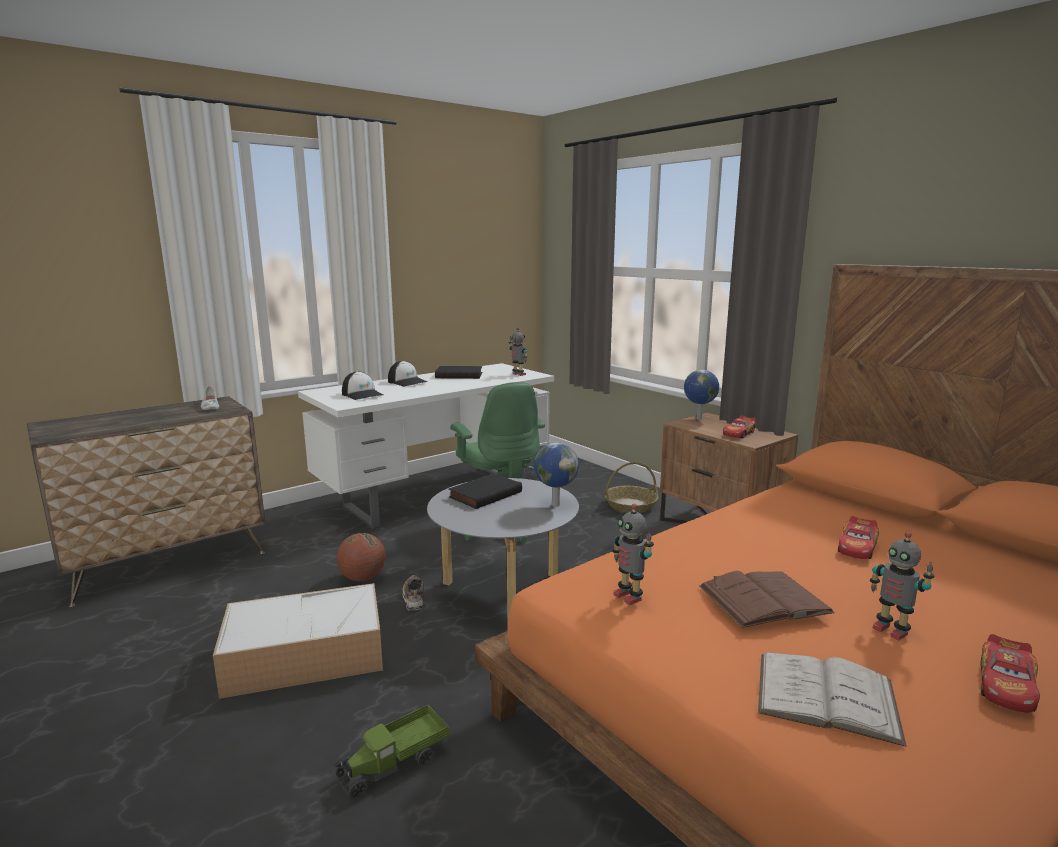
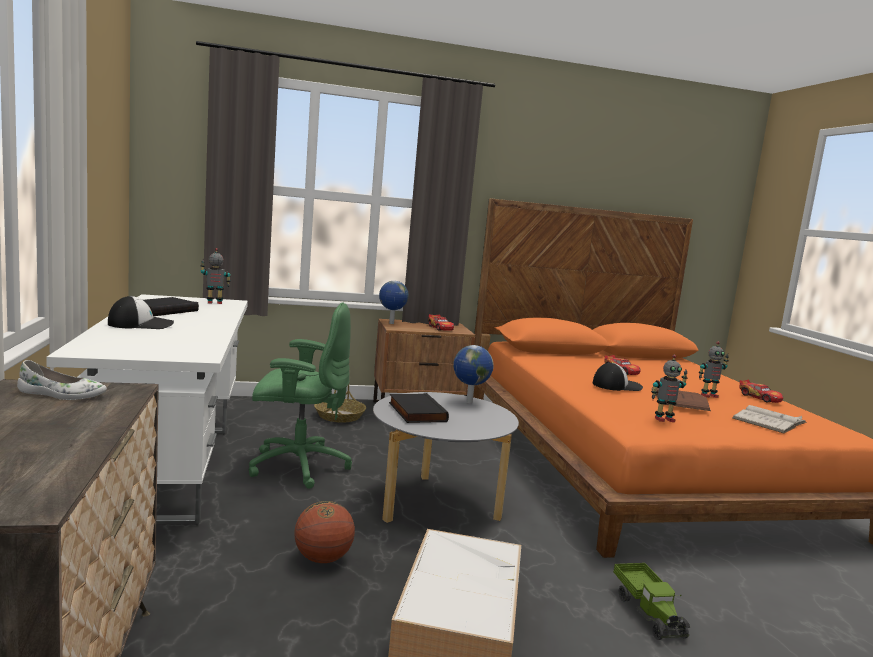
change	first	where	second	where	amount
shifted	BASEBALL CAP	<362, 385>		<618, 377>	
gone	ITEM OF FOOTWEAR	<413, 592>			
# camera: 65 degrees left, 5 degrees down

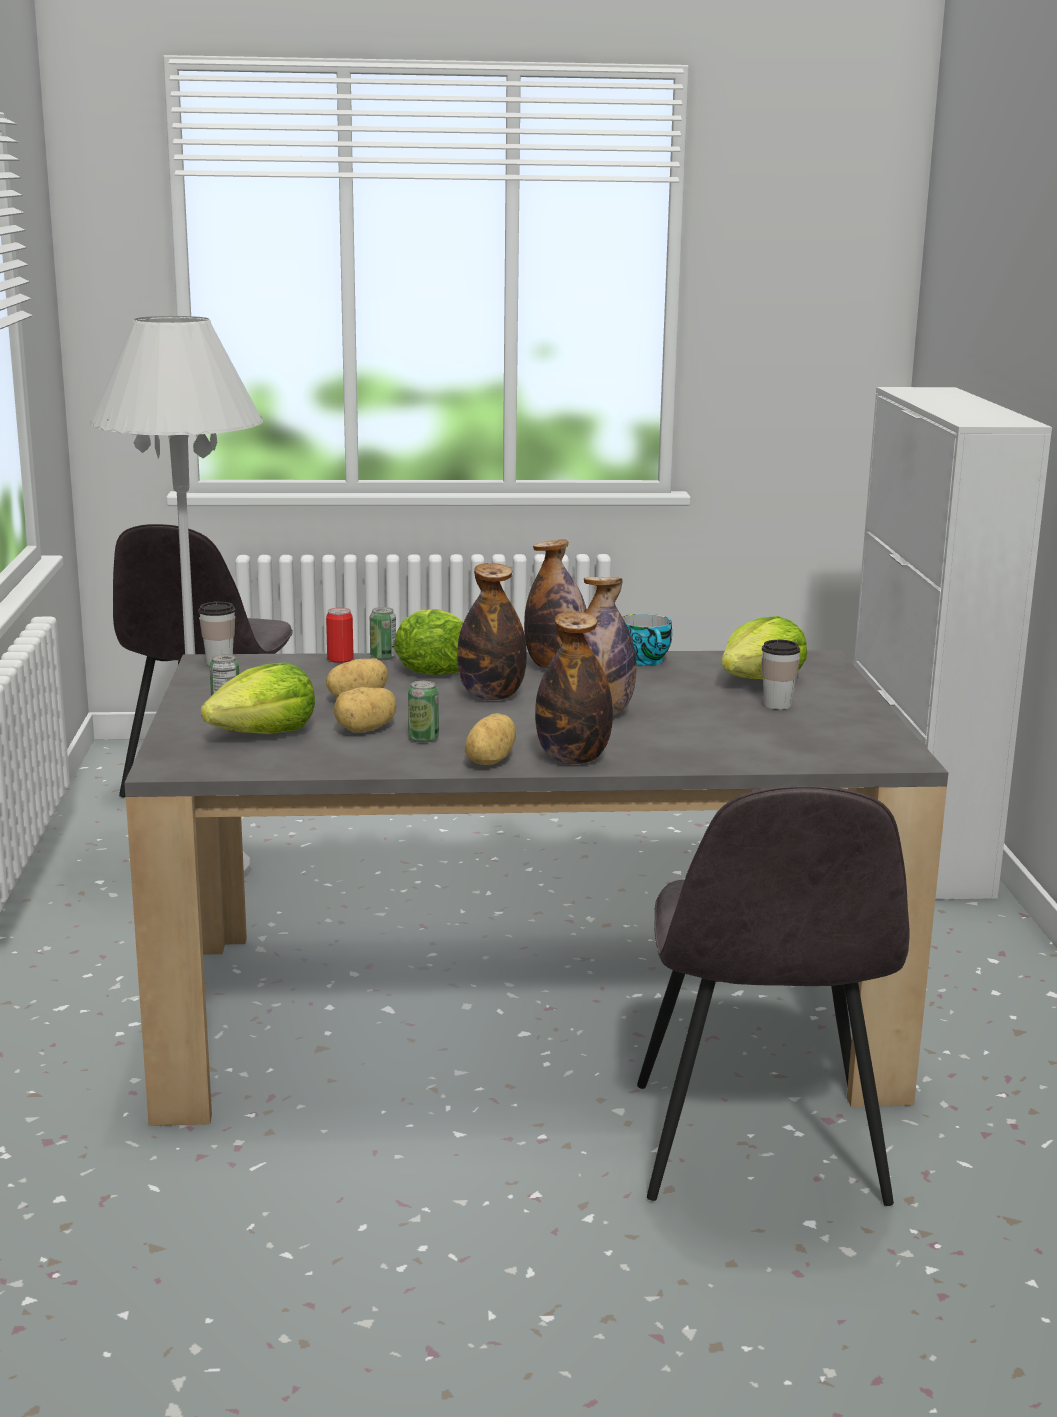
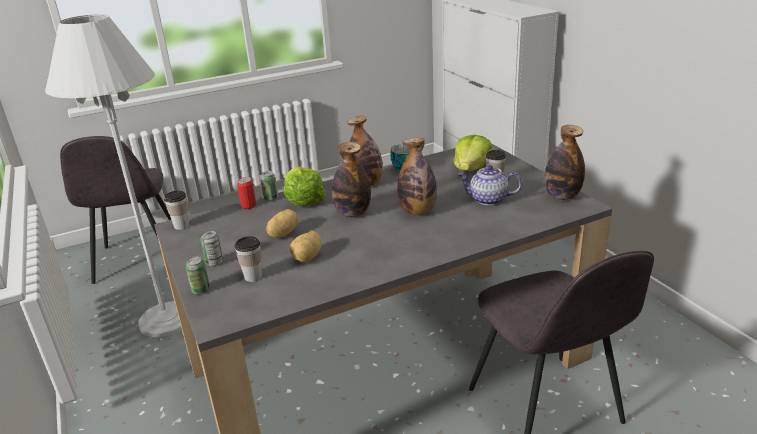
change	first	where	second	where	amount
shifted	DRINK BOTTLE	<574, 687>		<564, 162>	
swapped	LETTUCE	<258, 698>	SMALL CUP	<248, 259>	
shifted	CAN	<423, 712>		<197, 275>	
gone	POTATO	<490, 739>			
new			TEAPOT	<489, 185>	
# camera: 20 degrees left, 10 degrees up

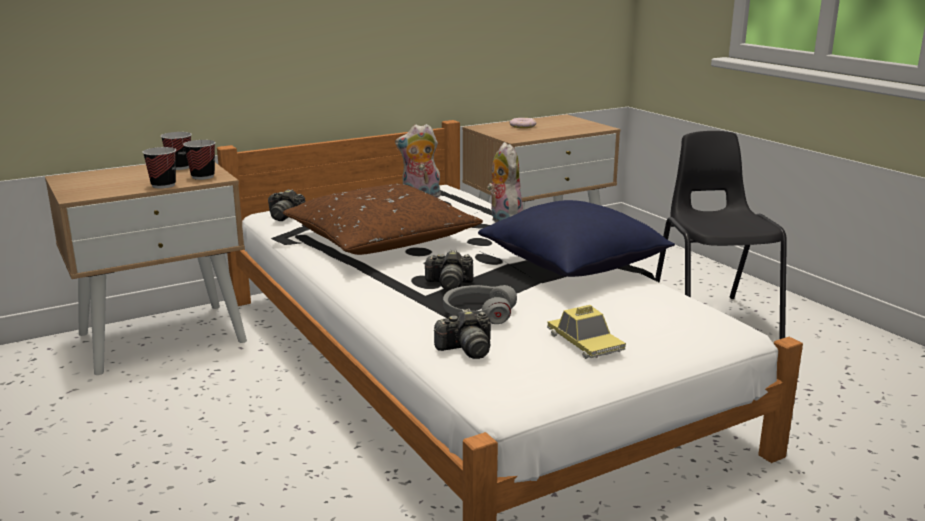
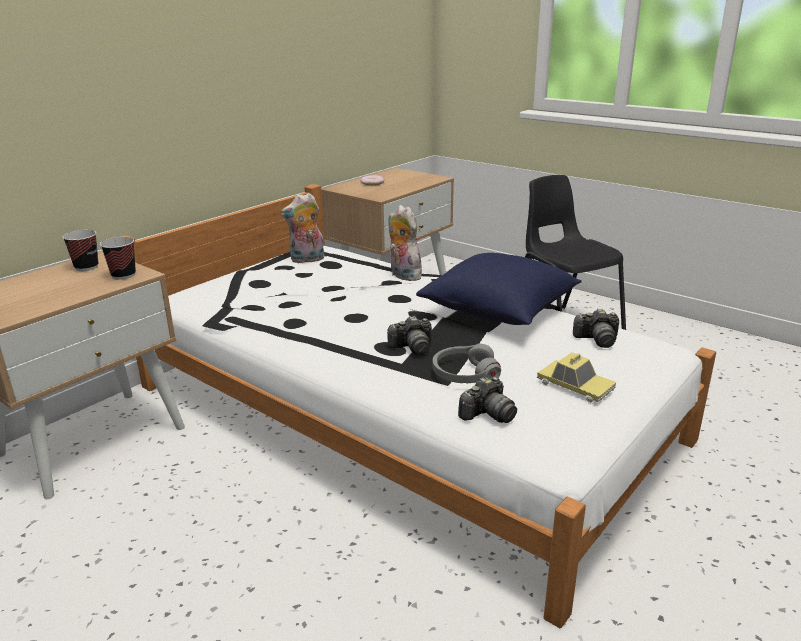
change	first	where	second	where	amount
gone	SMALL CUP	<159, 168>			
gone	BROWN-COLOURED CUSHION	<383, 219>			
shifted	STILL CAMERA	<287, 205>		<596, 328>	
# camera: 20 degrees left, 5 degrees up

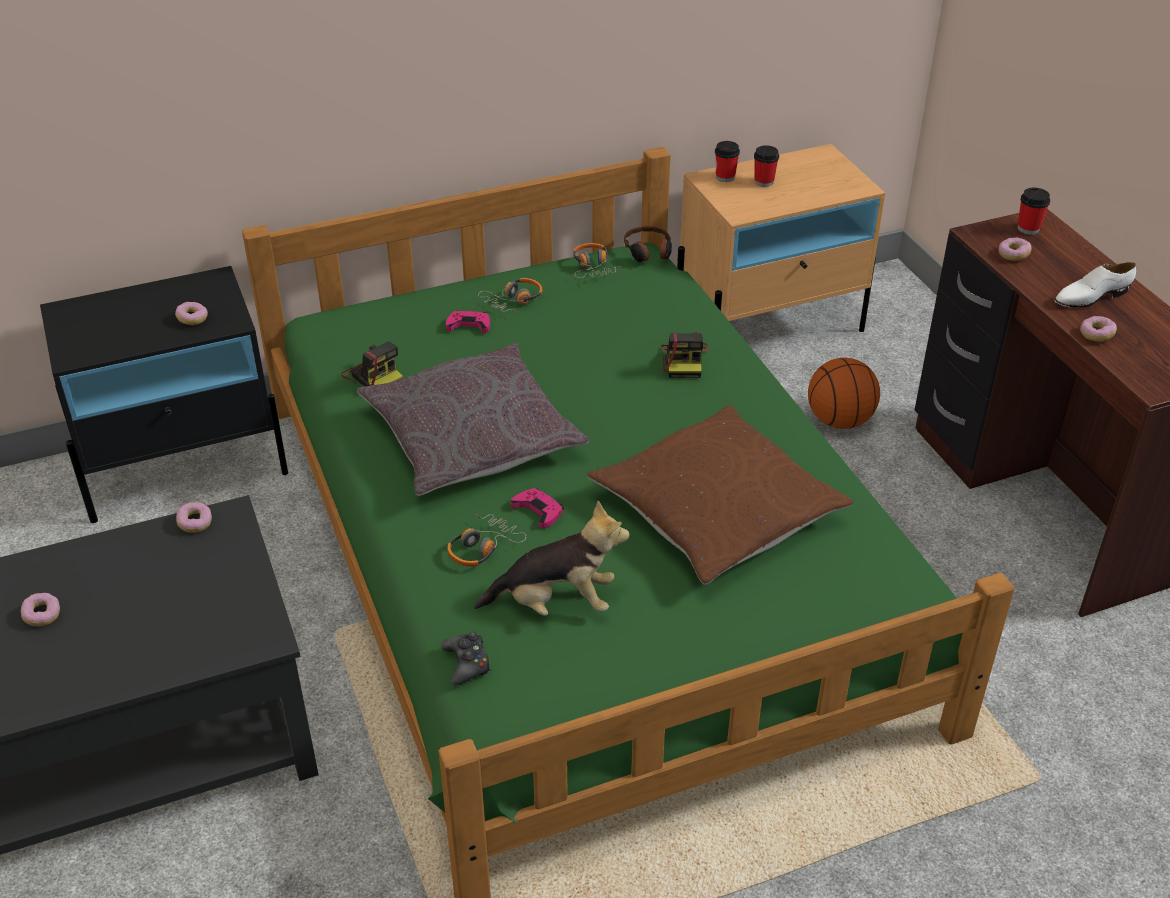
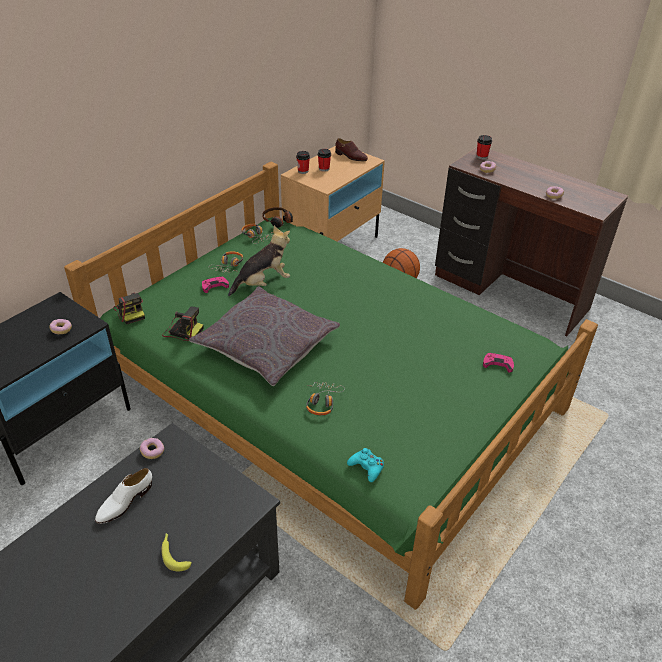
change	first	where	second	where	amount
shifted	WHITE-COLOURED ITEM OF FOOTWEAR	<1095, 285>		<123, 496>	
shifted	STILL CAMERA	<684, 355>		<129, 308>	
gone	BROWN-COLOURED CUSHION	<720, 495>			
shifted	PINK-COLOURED GAMEPAD	<537, 508>		<498, 362>	
shifted	PLUSH TOY	<552, 558>		<259, 261>	
gone	DONUT	<40, 610>			
repainted	BLACK-COLOURED GAMEPAD	<466, 658>	TURQUOISE-COLOURED GAMEPAD	<365, 465>	
new			BROWN-COLOURED ITEM OF FOOTWEAR	<351, 149>	
new			BANANA FRUIT	<176, 552>	
# camera: 30 degrees left, 0 degrees up

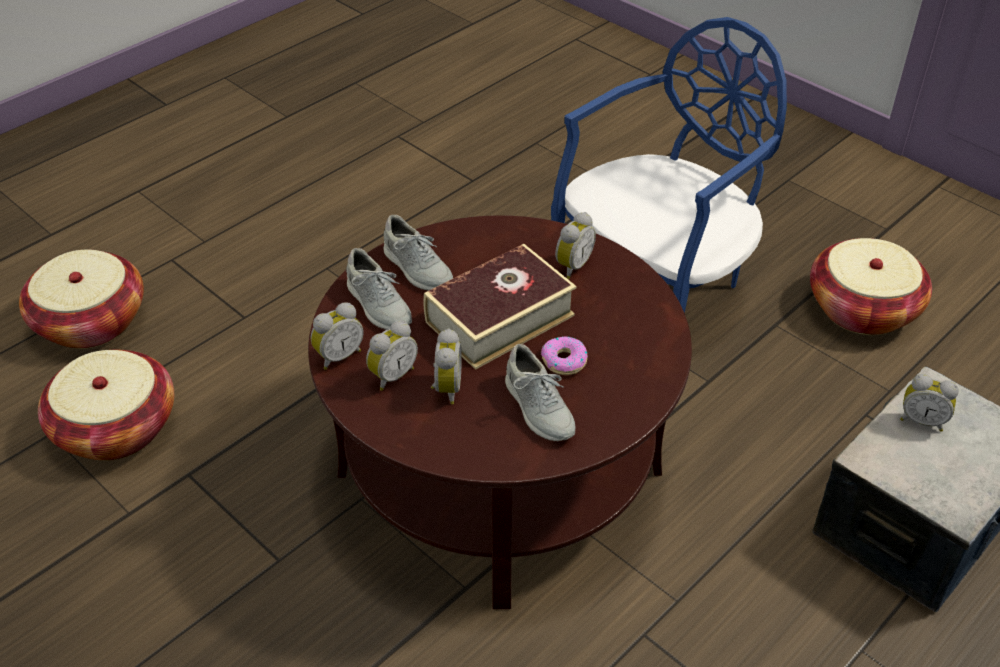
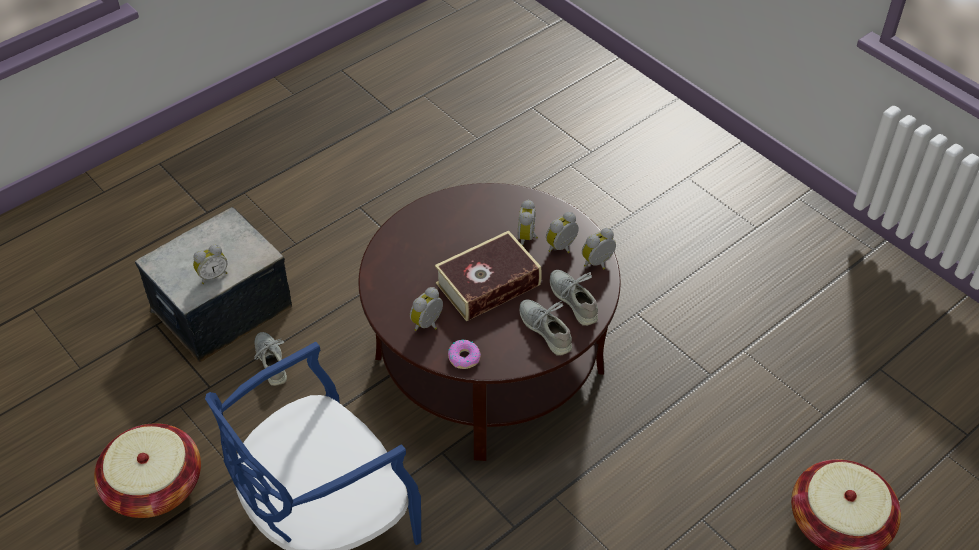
change	first	where	second	where	amount
shifted	DONUT	<564, 355>		<464, 354>	
shifted	GREY ITEM OF FOOTWEAR	<540, 392>		<270, 359>	
gone	HOUSEHOLD BASKET	<106, 405>			
rotated	ALARM CLOCK	<929, 403>		<210, 264>	120 degrees clockwise
# camera: 175 degrees left, 5 degrees up

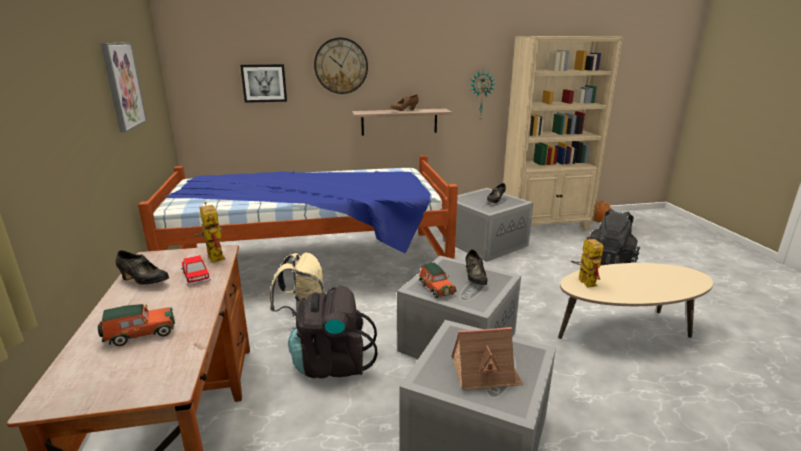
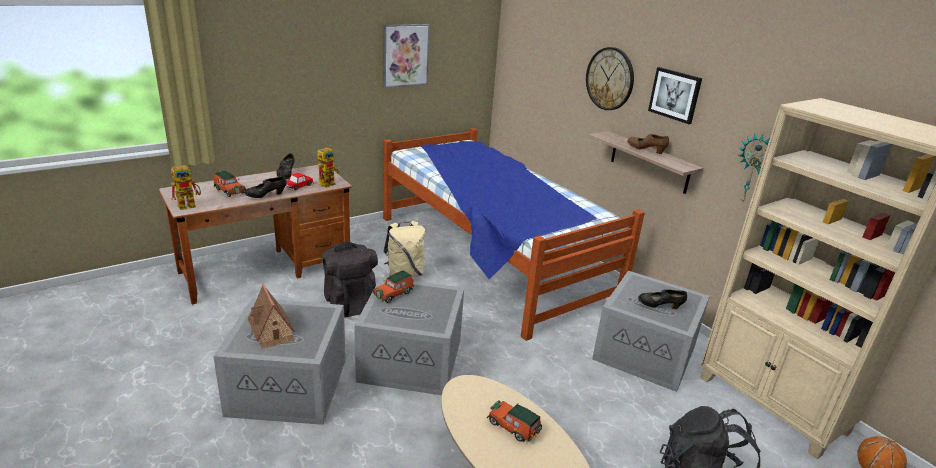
change	first	where	second	where	amount
shifted	WALL ART	<263, 83>		<675, 95>	
shifted	ROBOT FIGURE	<587, 262>		<186, 187>	
shifted	BLACK-COLOURED ITEM OF FOOTWEAR	<476, 267>		<266, 187>	
new			MODEL CAR	<514, 421>	
# camera: 65 degrees right, 5 degrees up

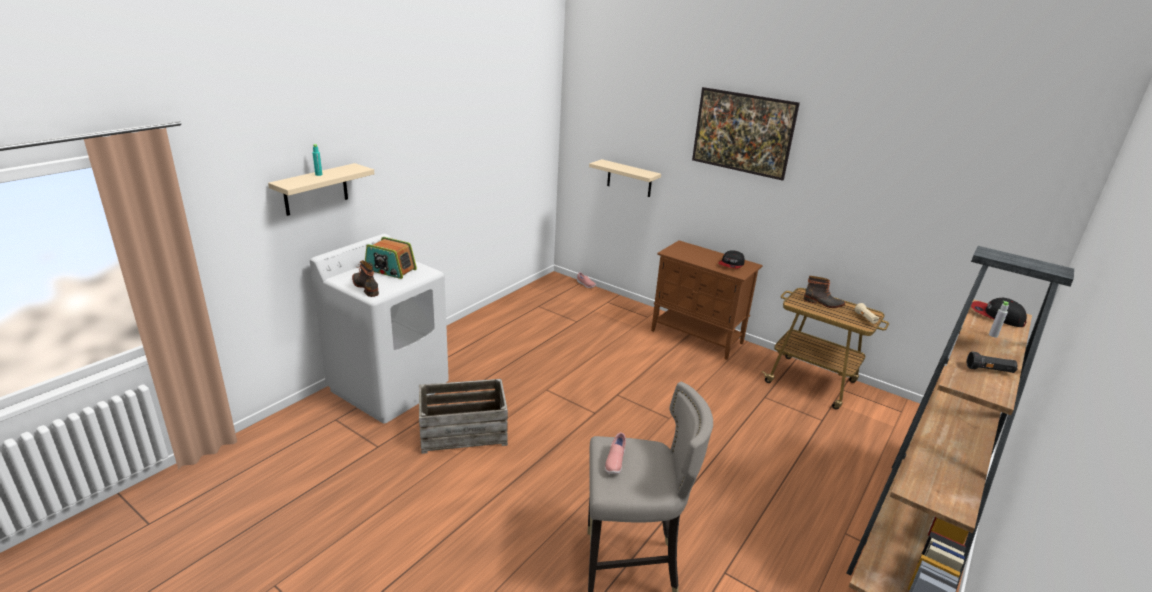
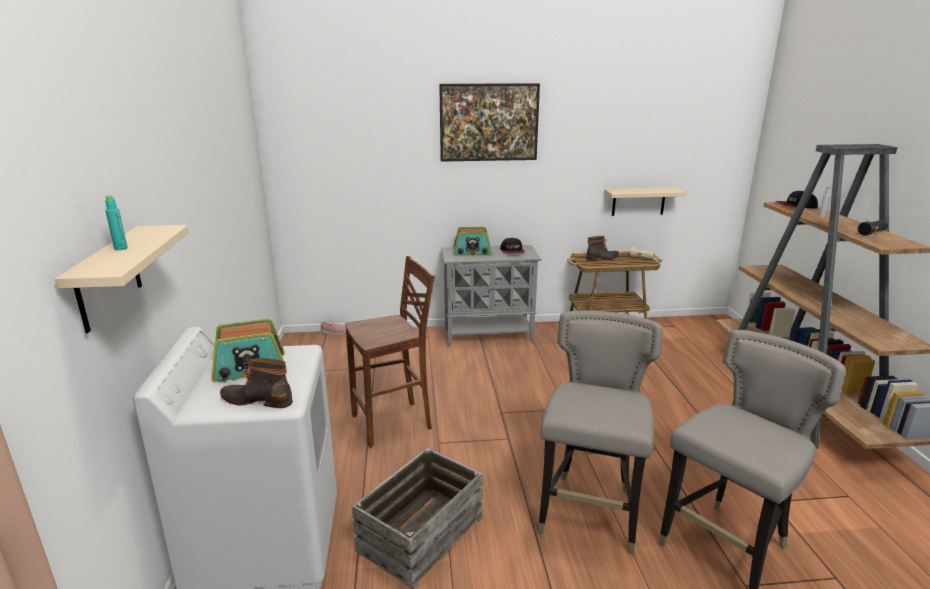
change	first	where	second	where	amount
shifted	BEIGE-COLOURED BRACKET SHELF	<625, 178>		<645, 201>	
repainted	BROWN-COLOURED CUPBOARD	<707, 300>	GREY CUPBOARD	<491, 296>	
gone	PINK-COLOURED ITEM OF FOOTWEAR	<615, 453>			
new			RADIO	<472, 241>	
new			BROWN-COLOURED STOOL SEAT	<390, 352>	
new			GREY STOOL SEAT	<600, 433>	
# camera: 40 degrees left, 5 degrees down

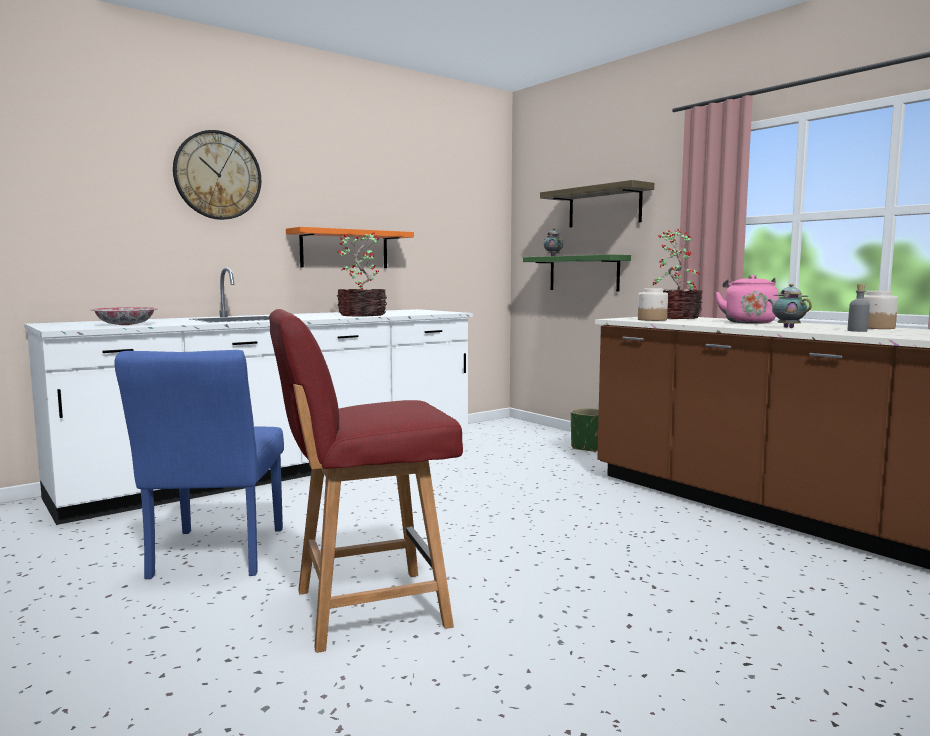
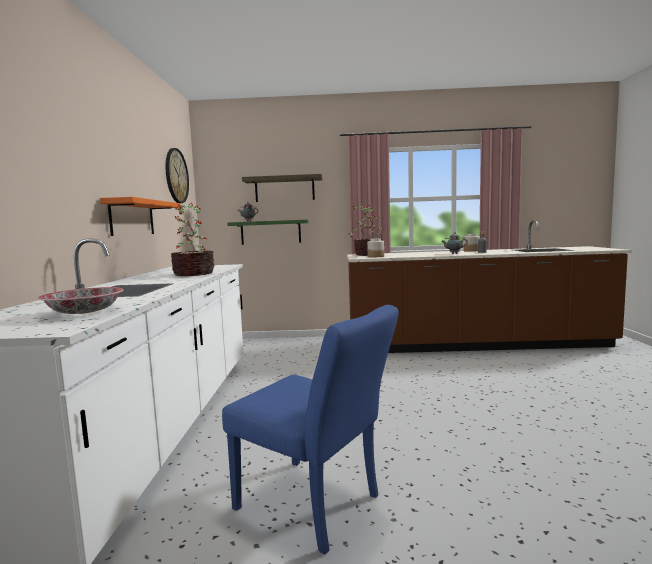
change	first	where	second	where	amount
shifted	HANGING CLOCK	<217, 175>		<177, 175>	
gone	PINK-COLOURED WATER KETTLE	<746, 299>			
gone	RED-COLOURED PLAIN CHAIR	<366, 481>			
gone	GREENISH PLANT POT	<585, 430>			
# camera: 50 degrees left, 0 degrees up

